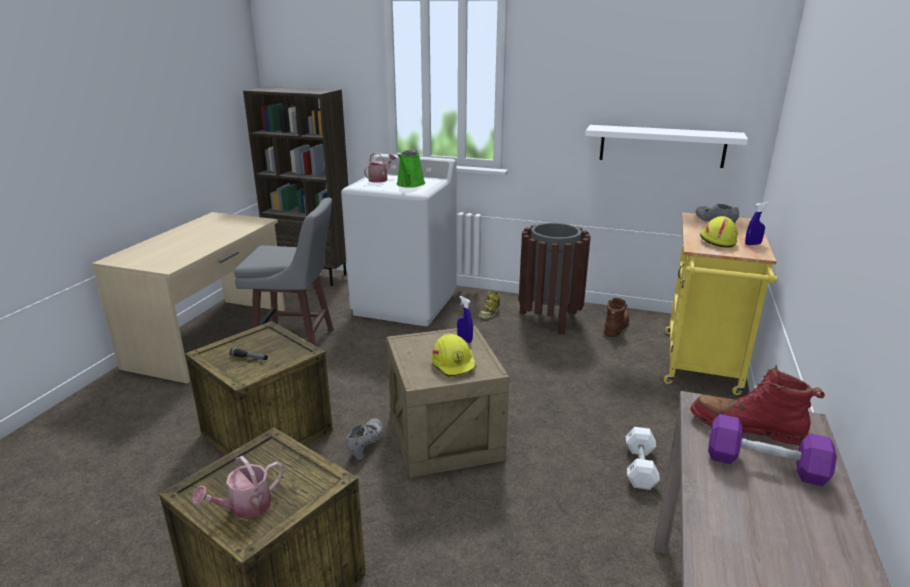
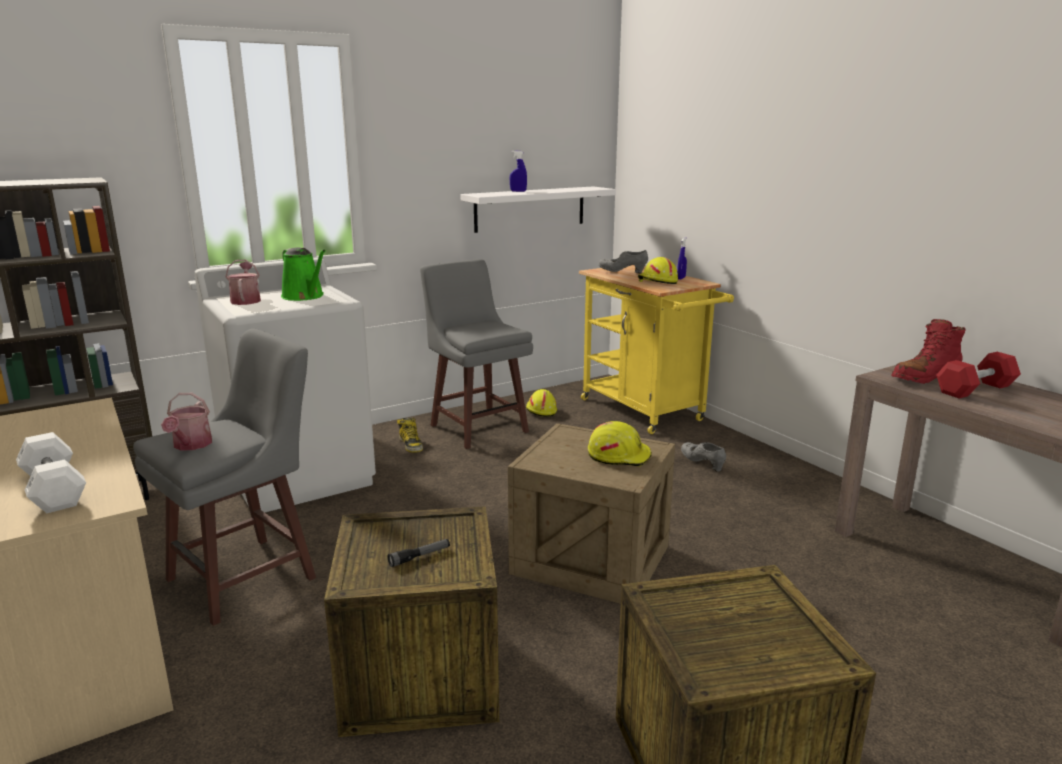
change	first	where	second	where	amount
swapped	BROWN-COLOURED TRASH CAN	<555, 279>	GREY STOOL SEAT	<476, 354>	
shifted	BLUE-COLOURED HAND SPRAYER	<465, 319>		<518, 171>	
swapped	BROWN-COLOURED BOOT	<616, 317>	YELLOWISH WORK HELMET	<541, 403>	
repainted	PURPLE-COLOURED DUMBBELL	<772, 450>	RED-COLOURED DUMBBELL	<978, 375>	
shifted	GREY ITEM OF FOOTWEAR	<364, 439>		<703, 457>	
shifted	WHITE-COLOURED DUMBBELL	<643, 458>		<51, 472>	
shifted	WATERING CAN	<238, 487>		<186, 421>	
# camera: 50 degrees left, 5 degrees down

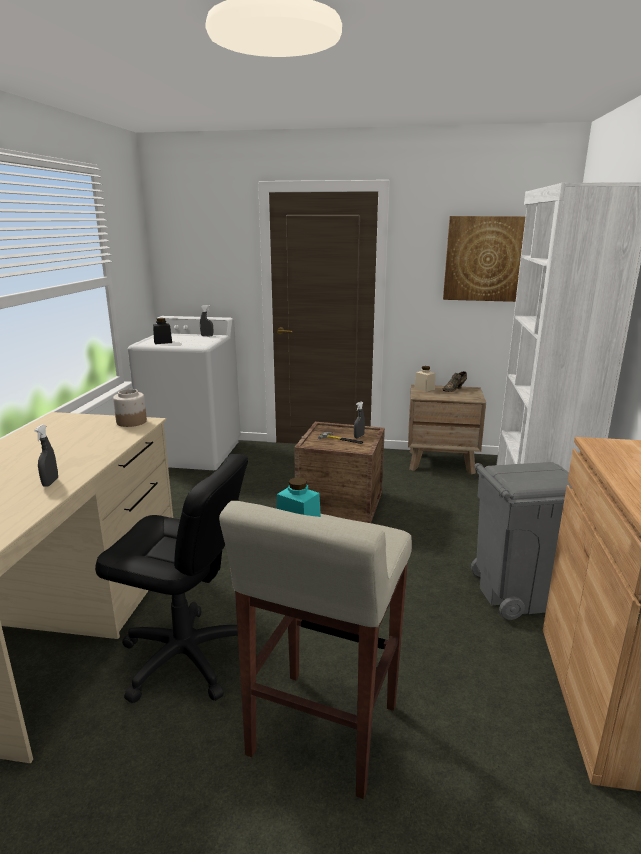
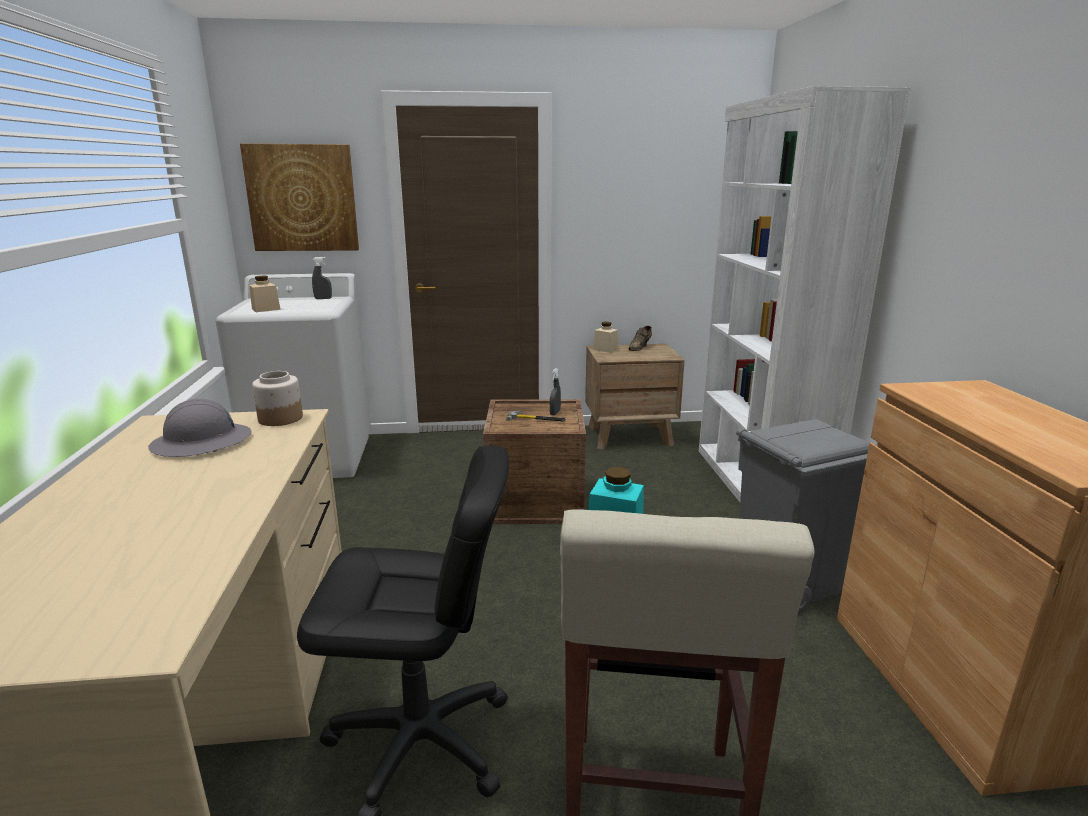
change	first	where	second	where	amount
shifted	WALL ART	<484, 259>		<299, 197>	
repainted	BLACK-COLOURED JAR	<162, 331>	BEIGE-COLOURED JAR	<265, 294>	
gone	GREY HAND SPRAYER	<46, 455>			
new			GREY WORK HELMET	<200, 428>	
# camera: 15 degrees left, 0 degrees up

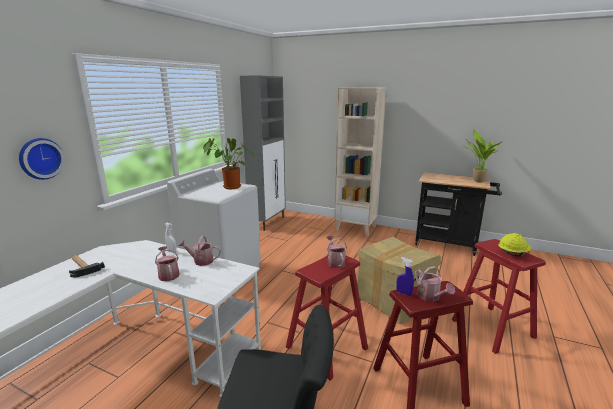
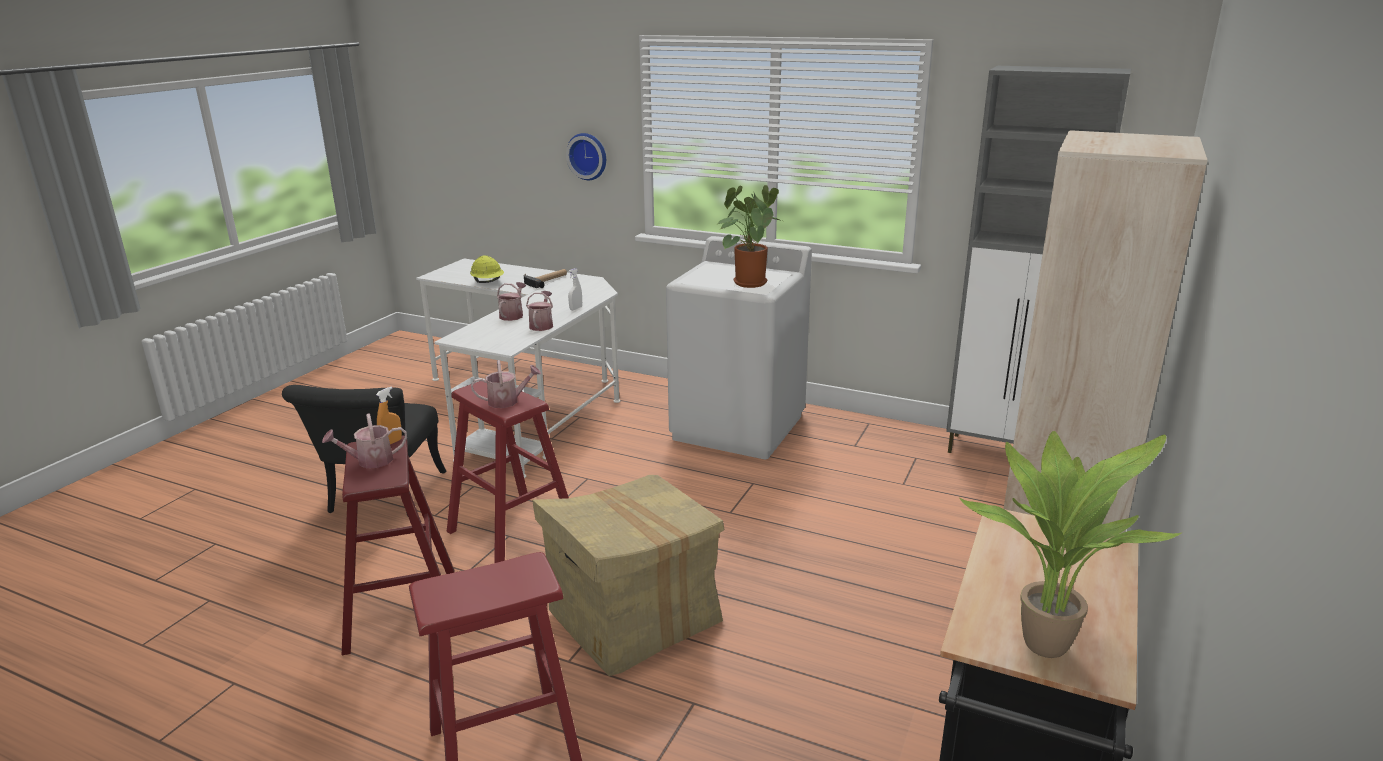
change	first	where	second	where	amount
shifted	YELLOWISH WORK HELMET	<514, 245>		<487, 269>	
rotated	WATERING CAN	<167, 263>		<511, 301>	45 degrees counterclockwise
repainted	BLUE-COLOURED HAND SPRAYER	<405, 276>	ORANGE-COLOURED HAND SPRAYER	<389, 415>	
# camera: 90 degrees right, 5 degrees up

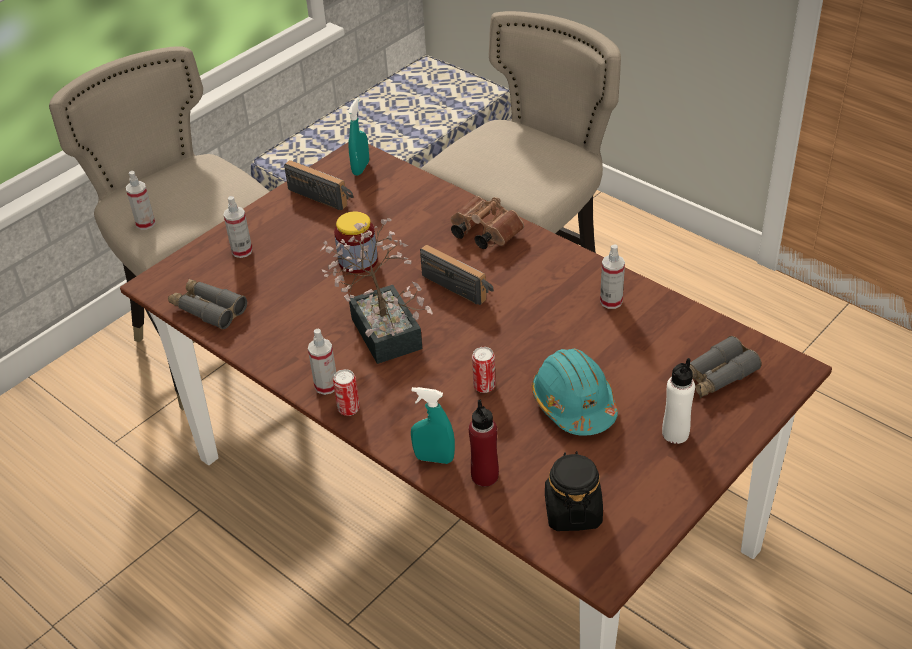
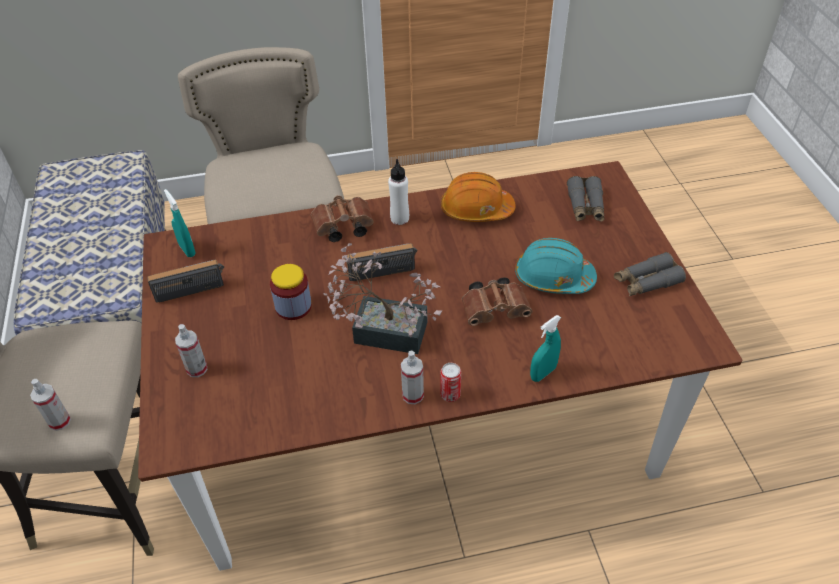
change	first	where	second	where	amount
swapped	HAND SPRAYER	<612, 277>	ORANGE-COLOURED WORK HELMET	<478, 197>	
shifted	GREY BINOCULARS	<207, 304>		<650, 274>	
swapped	CAN	<484, 370>	BROWN-COLOURED BINOCULARS	<497, 301>	
shifted	WHITE-COLOURED DRINK BOTTLE	<678, 401>		<398, 192>	
gone	RED-COLOURED DRINK BOTTLE	<484, 443>			
gone	BLACK-COLOURED JAR	<574, 491>			
# camera: 55 degrees left, 5 degrees up

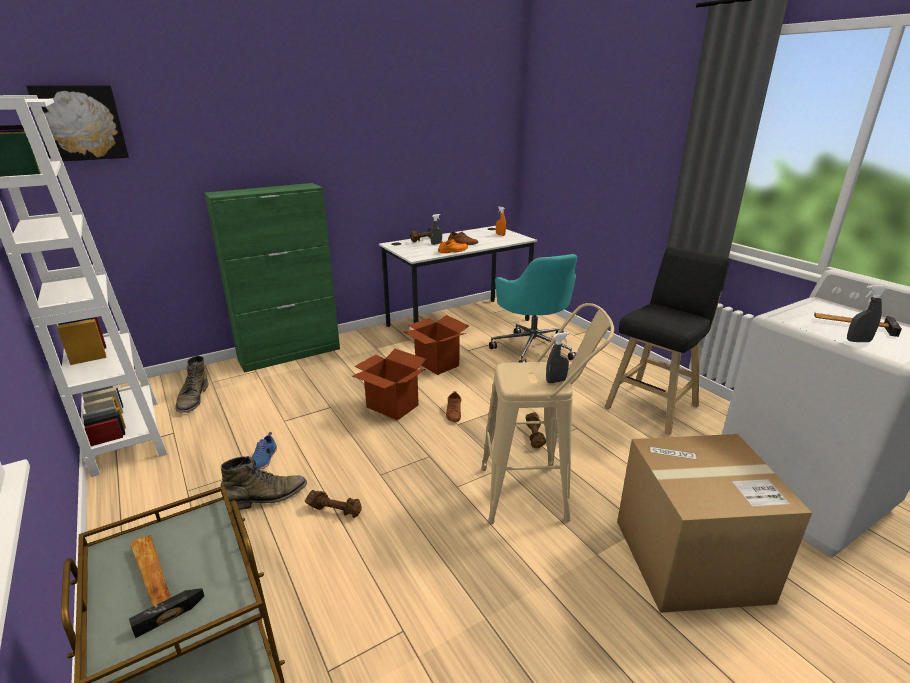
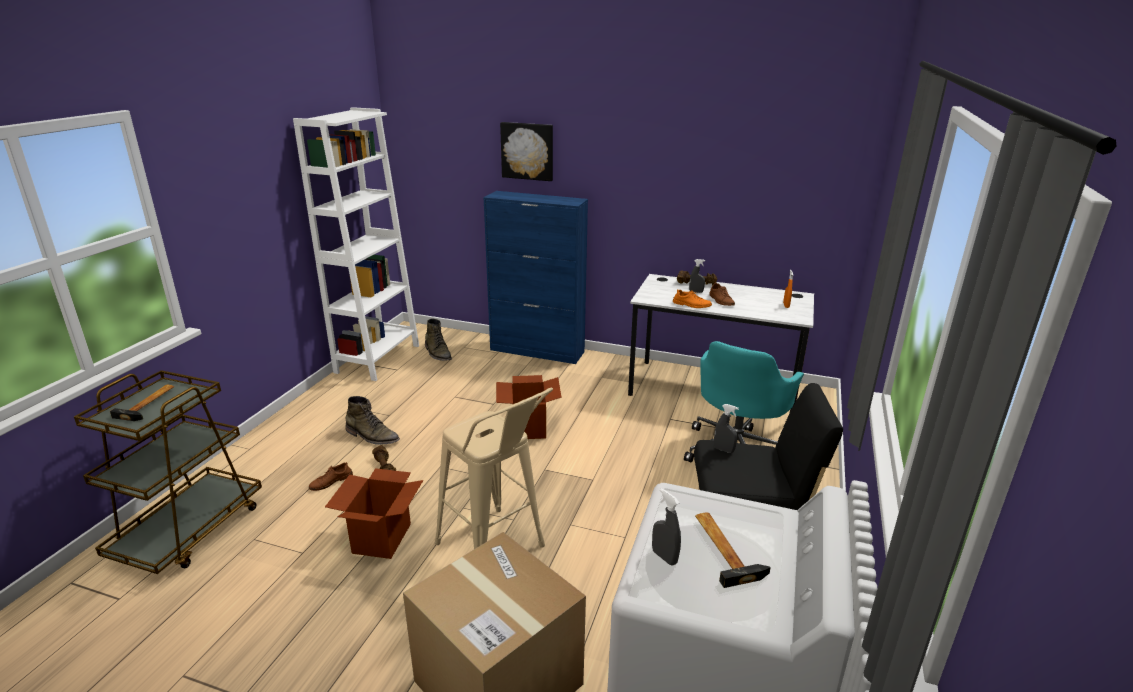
change	first	where	second	where	amount
shifted	WALL ART	<77, 123>		<526, 151>	
repainted	GREENISH CUPBOARD	<272, 278>	BLUE-COLOURED CUPBOARD	<535, 277>	
shifted	PACKING BOX	<436, 345>		<374, 513>	
shifted	GREY HAND SPRAYER	<557, 357>		<726, 428>	
rotated	GREENISH BOOT	<191, 384>		<438, 339>	75 degrees counterclockwise
shifted	BROWN-COLOURED ITEM OF FOOTWEAR	<454, 406>		<331, 476>	
gone	BROWN-COLOURED DUMBBELL	<535, 430>			
gone	BLUE-COLOURED ITEM OF FOOTWEAR	<264, 451>			
# camera: 50 degrees right, 0 degrees up

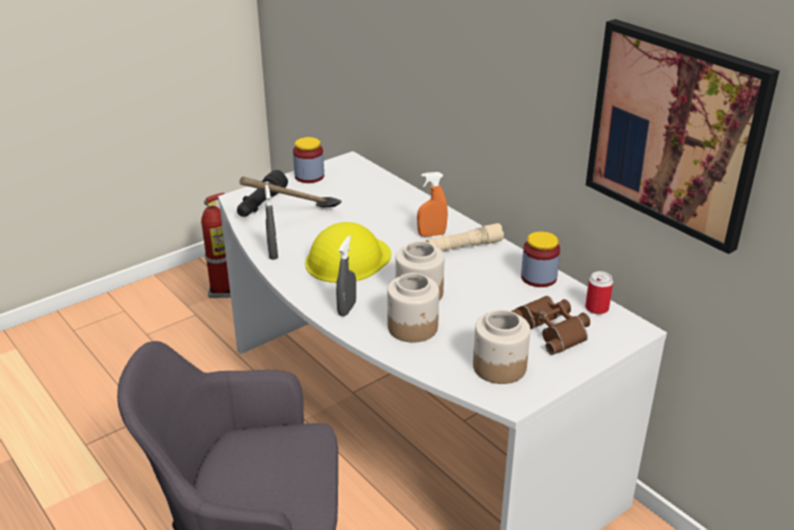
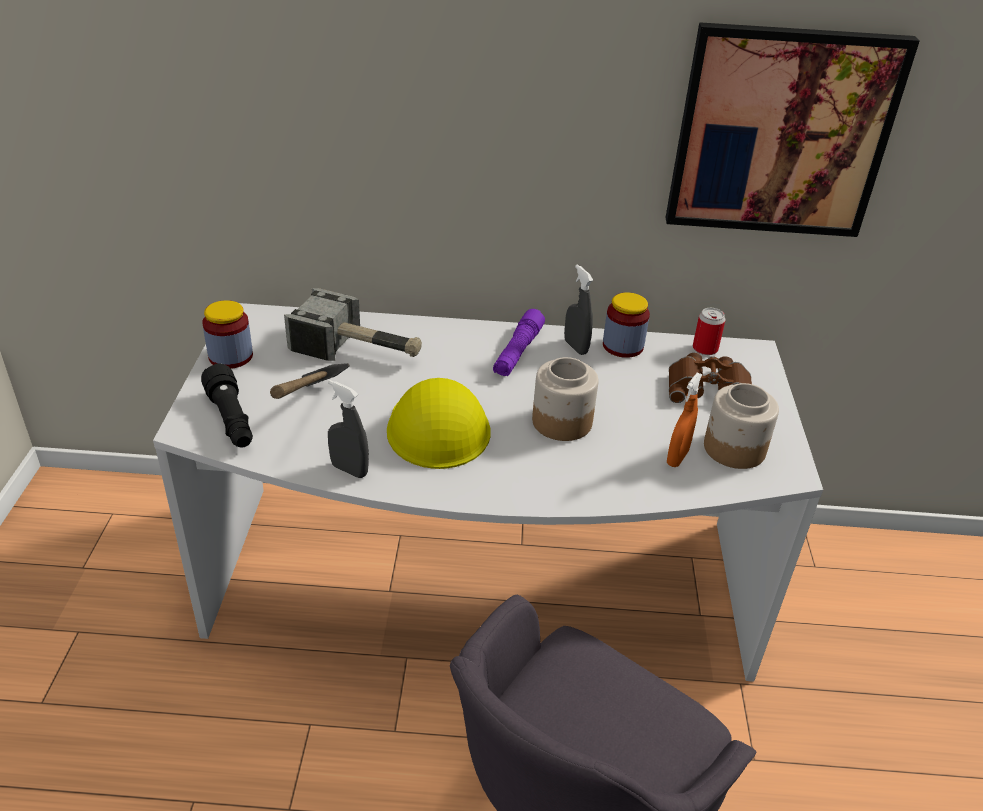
change	first	where	second	where	amount
shifted	ORANGE-COLOURED HAND SPRAYER	<432, 204>		<684, 420>	
gone	FIRE EXTINGUISHER	<216, 245>			
repainted	BEIGE-COLOURED HAND TORCH	<463, 237>	PURPLE-COLOURED HAND TORCH	<519, 342>	
shifted	GREY HAND SPRAYER	<346, 276>		<578, 309>	
gone	JAR	<413, 307>			
new			TOOL HAMMER	<353, 324>	
# camera: 50 degrees left, 5 degrees up

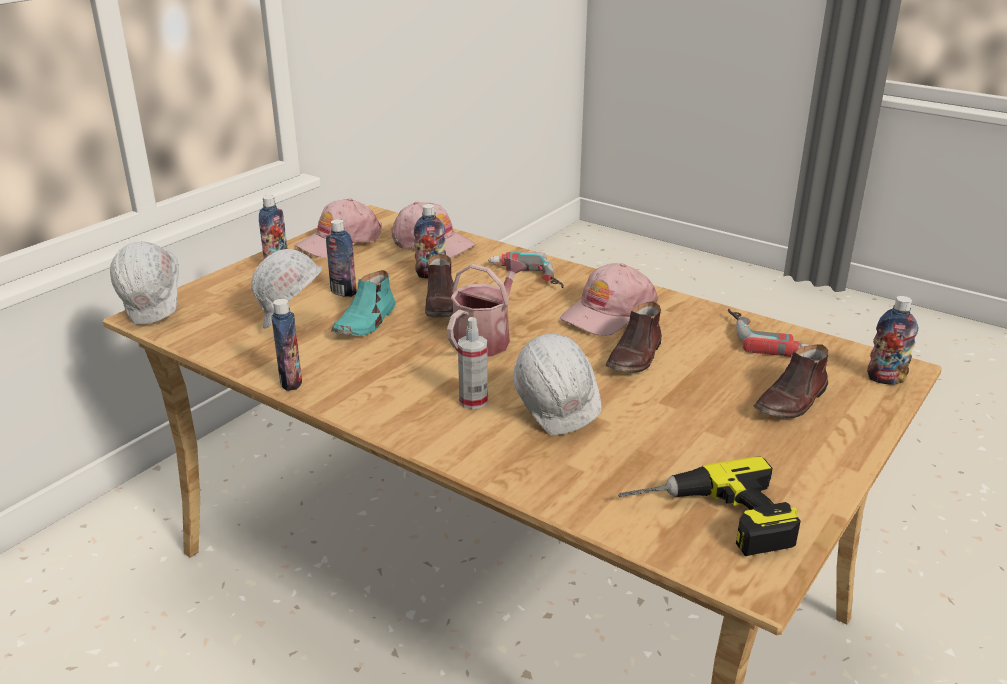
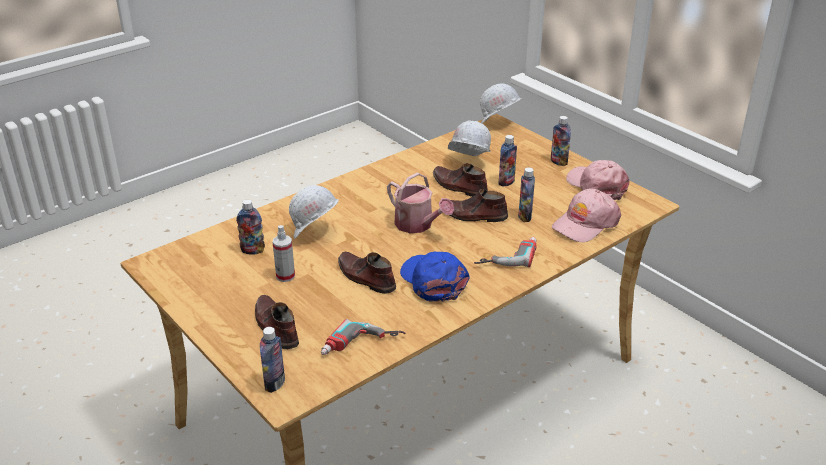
change	first	where	second	where	amount
repainted	PINK-COLOURED BASEBALL CAP	<609, 299>	BLUE-COLOURED BASEBALL CAP	<434, 276>	
repainted	TURQUOISE-COLOURED ITEM OF FOOTWEAR	<363, 303>	BROWN-COLOURED ITEM OF FOOTWEAR	<460, 180>	
shifted	DRINK BOTTLE	<286, 345>		<250, 227>	
shifted	HAND SPRAYER	<473, 363>		<284, 253>	
gone	POWER DRILL	<709, 506>			
# camera: 105 degrees right, 5 degrees up

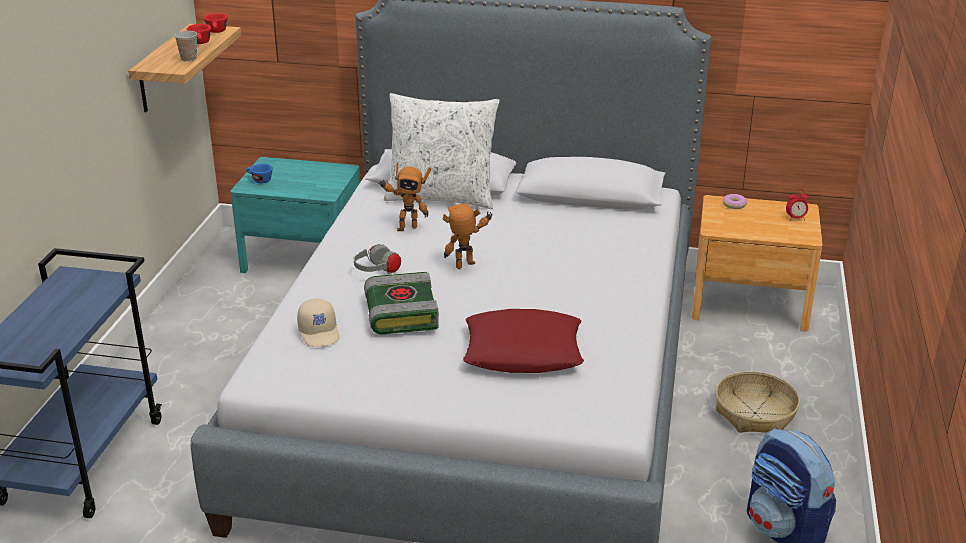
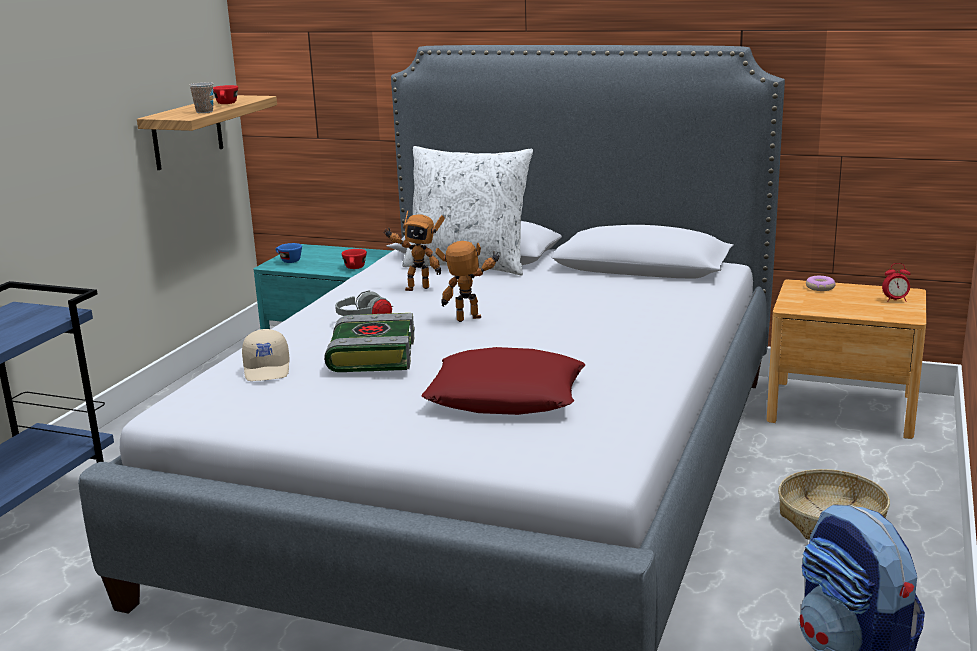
change	first	where	second	where	amount
shifted	RED-COLOURED SMALL CUP	<216, 23>		<354, 259>	
# camera: 10 degrees right, 10 degrees down

